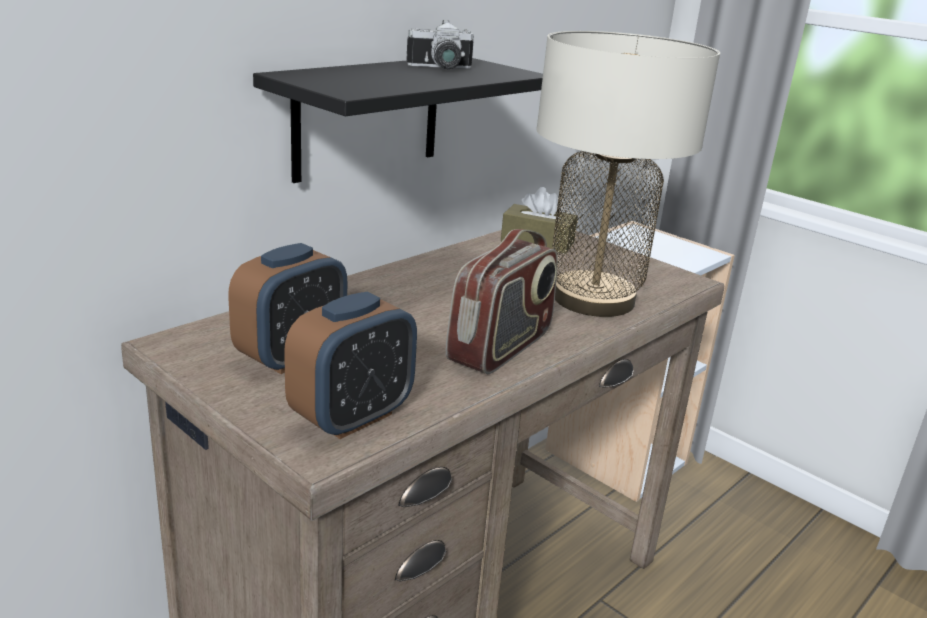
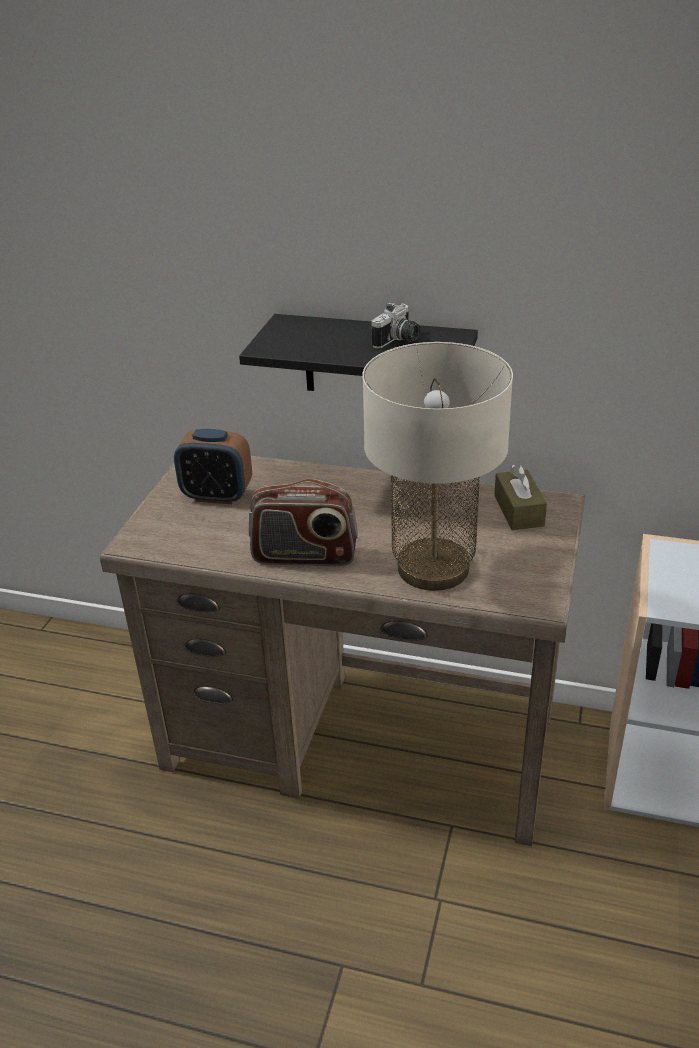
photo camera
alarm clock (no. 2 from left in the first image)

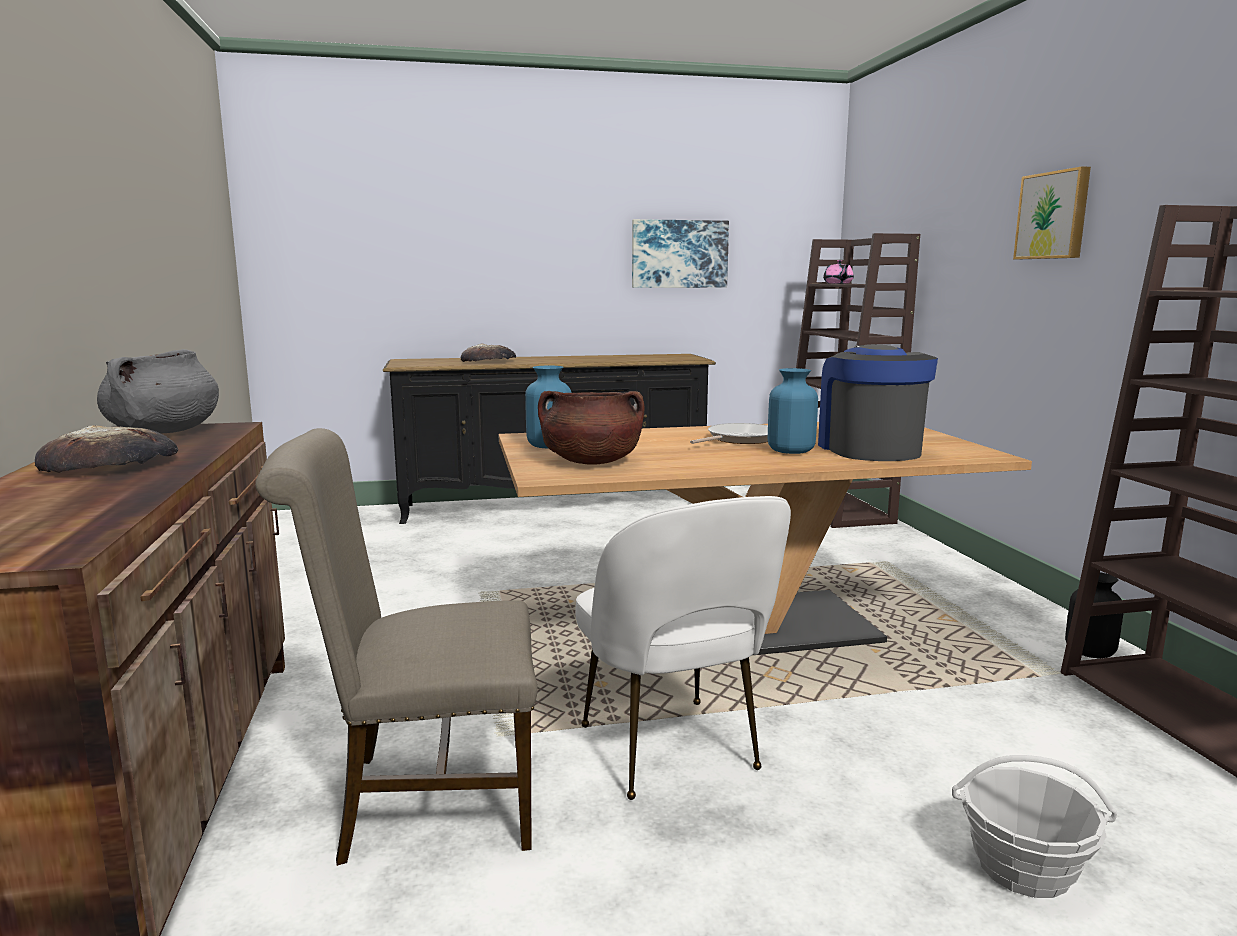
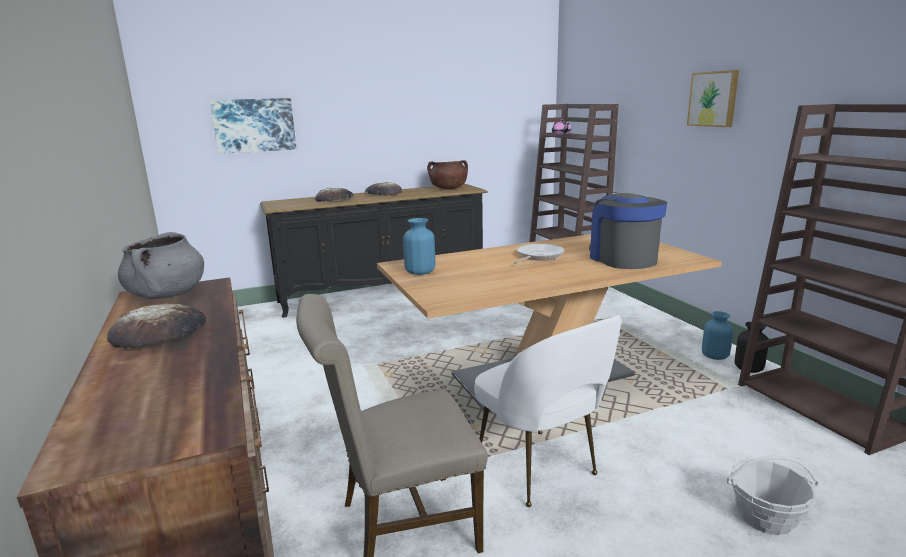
picture (no. 1 from left)
blue vase (no. 2 from left)
brown cooking pot
bread (no. 3 from left)

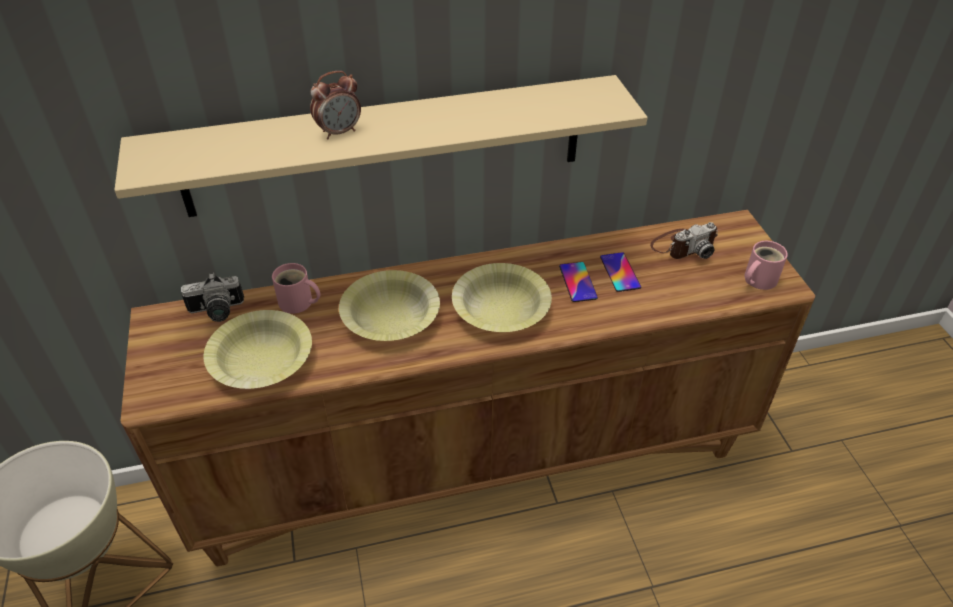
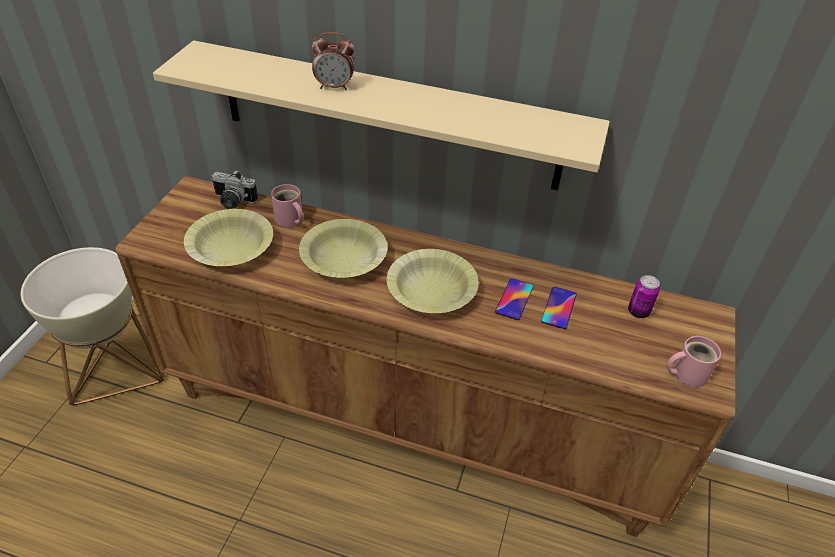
can

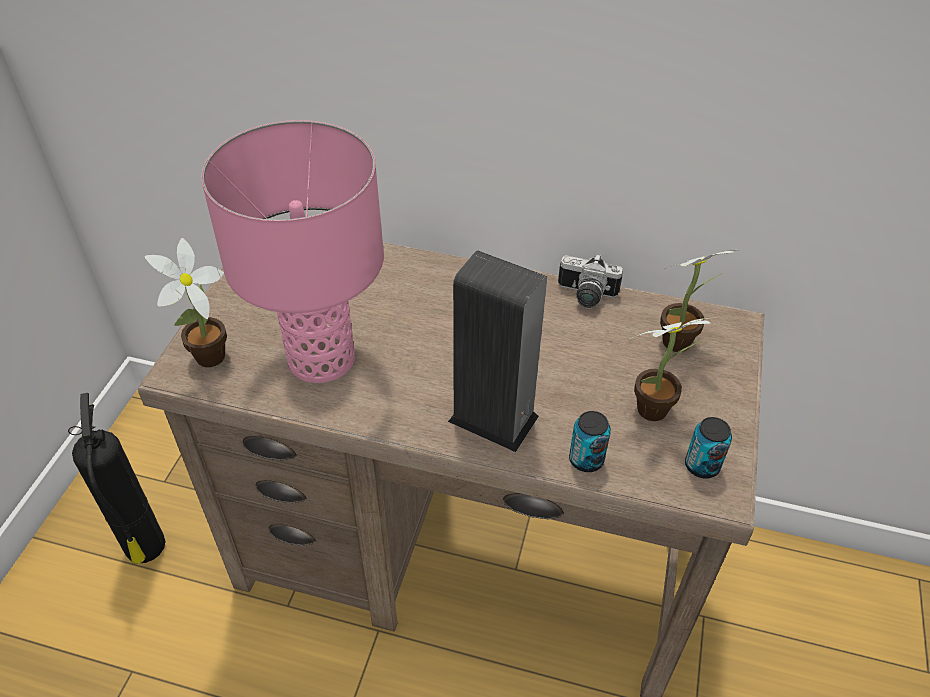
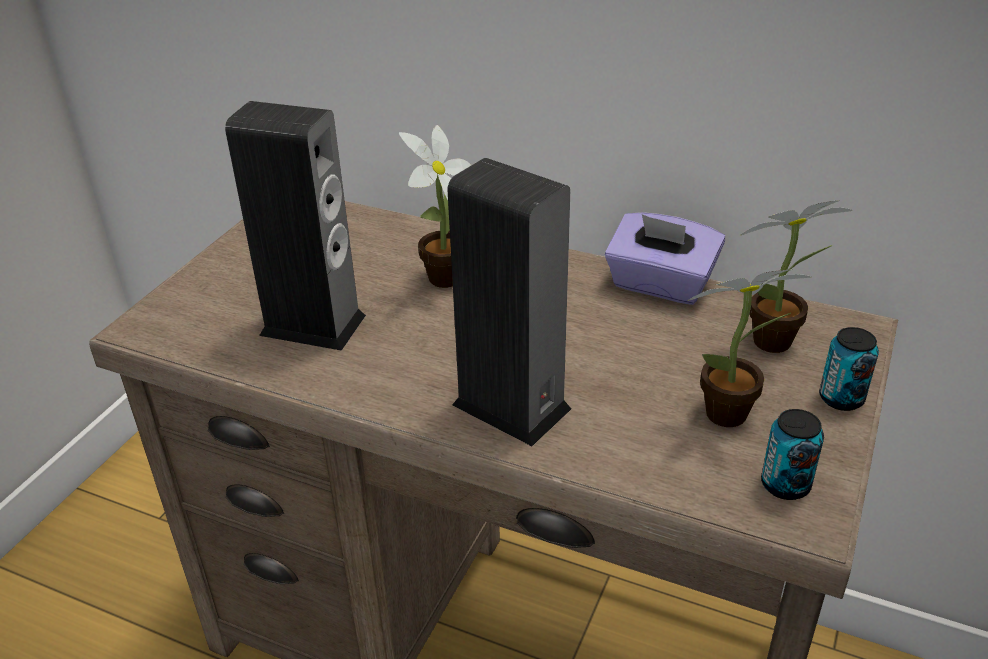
speaker (no. 1 from left)
potted plant (no. 1 from left)
purple tissue box
fire extinguisher
can (no. 2 from left)

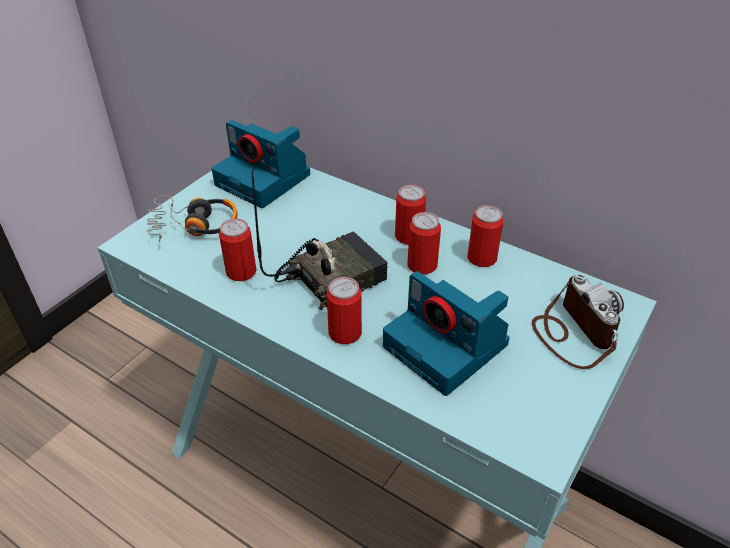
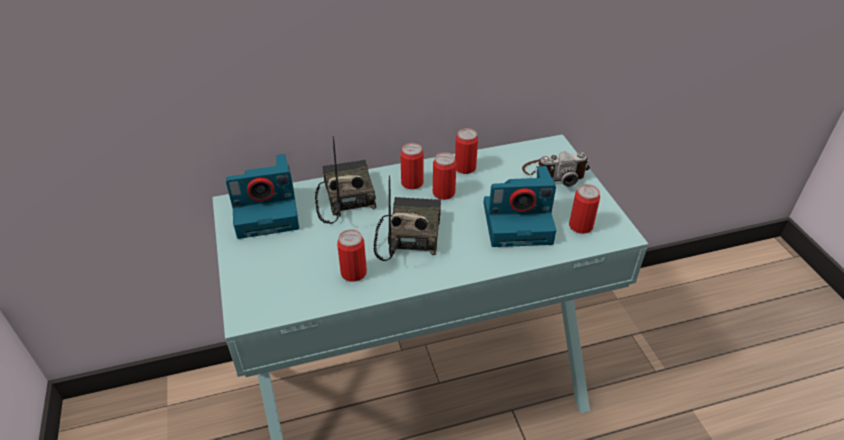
headphones
photo camera (no. 3 from left)
can (no. 5 from left)
radio (no. 1 from left)

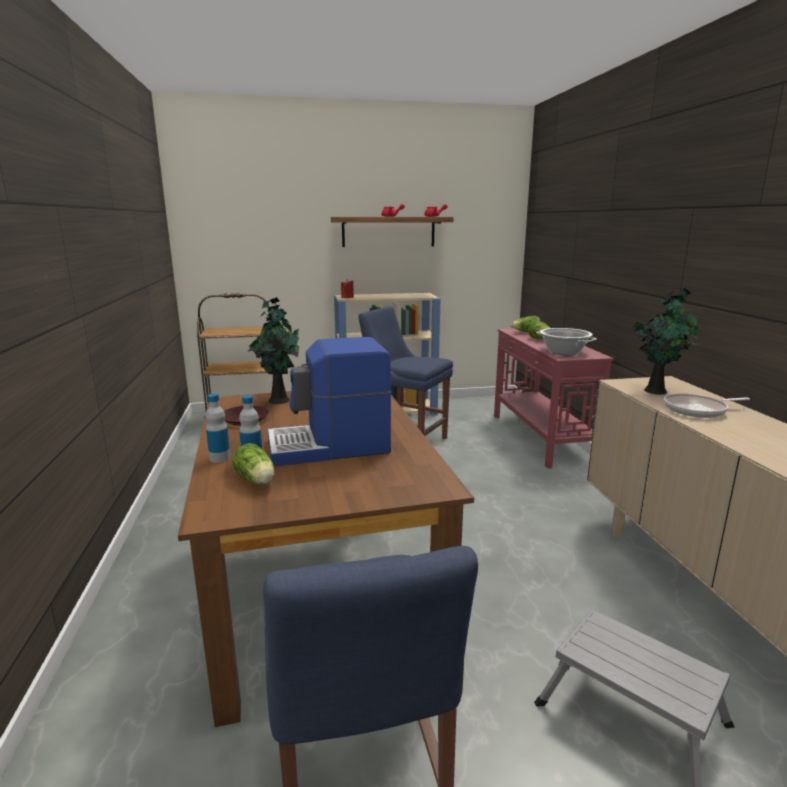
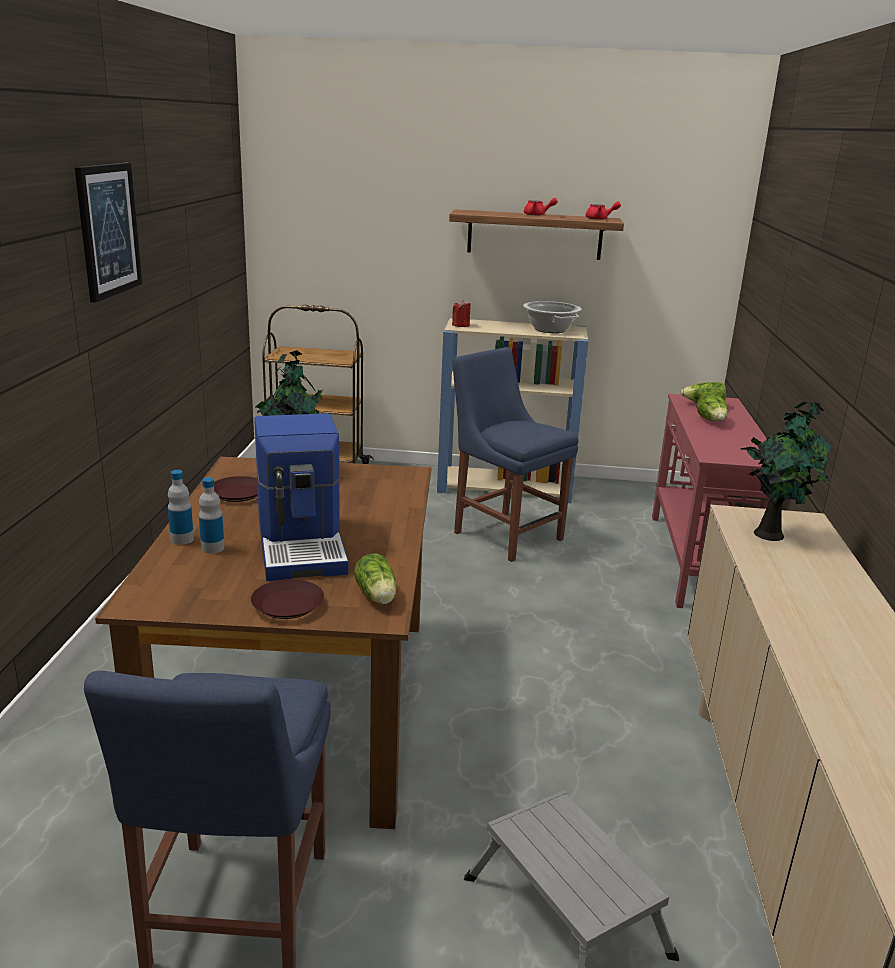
cooking pot
coffee machine
frying pan
lettuce (no. 1 from left)
picture
brown plate (no. 2 from left)

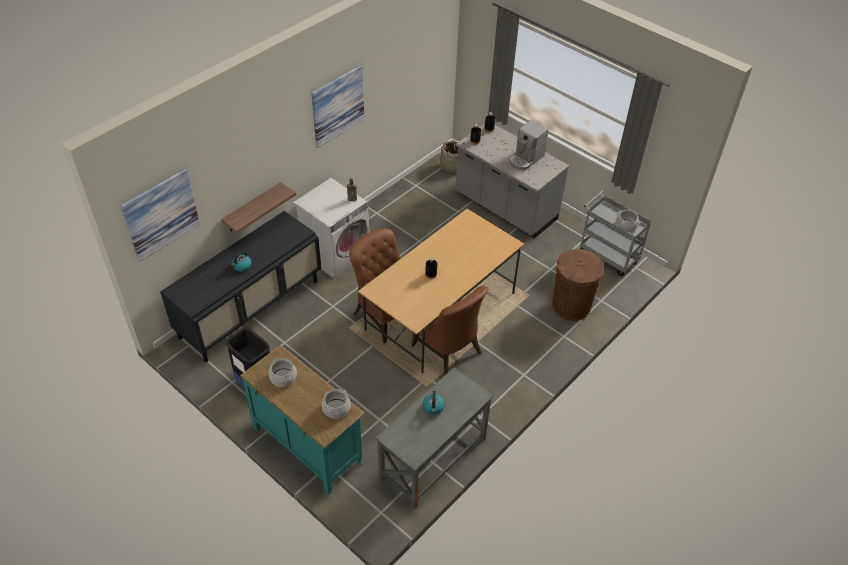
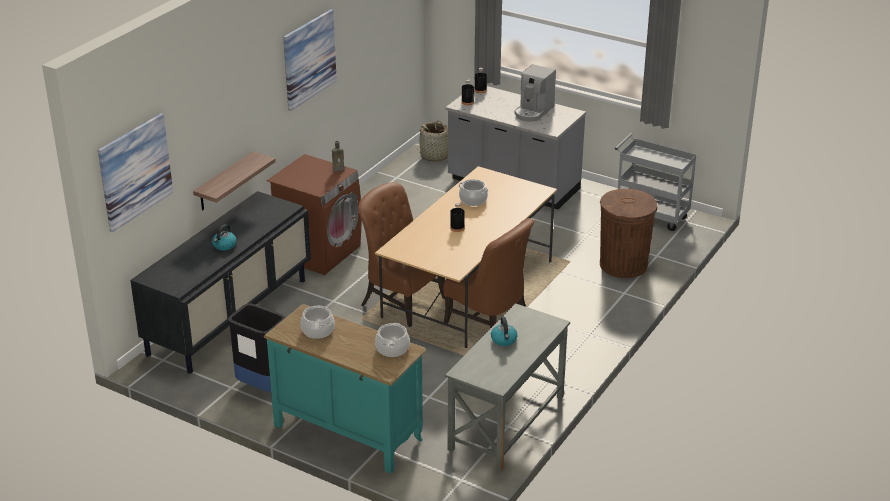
brown washing machine
cooking pot (no. 3 from left)

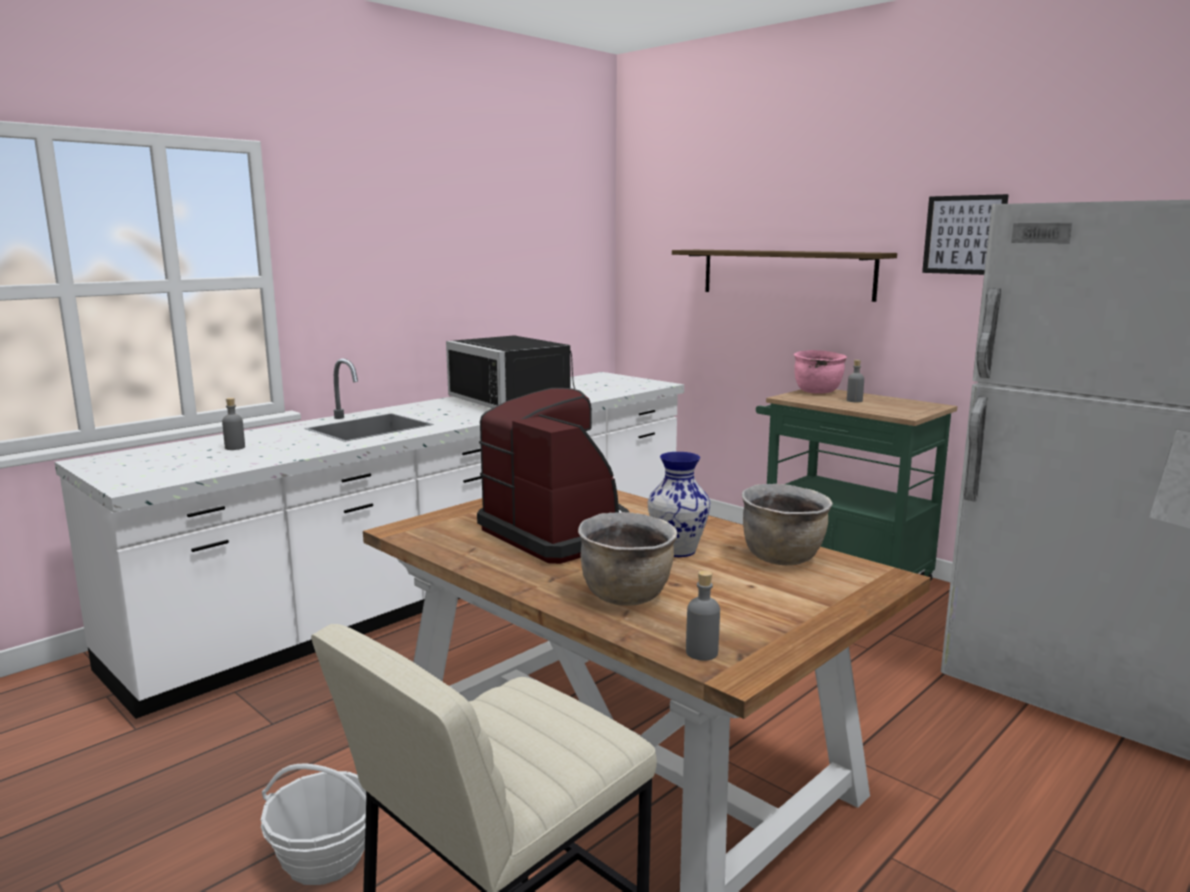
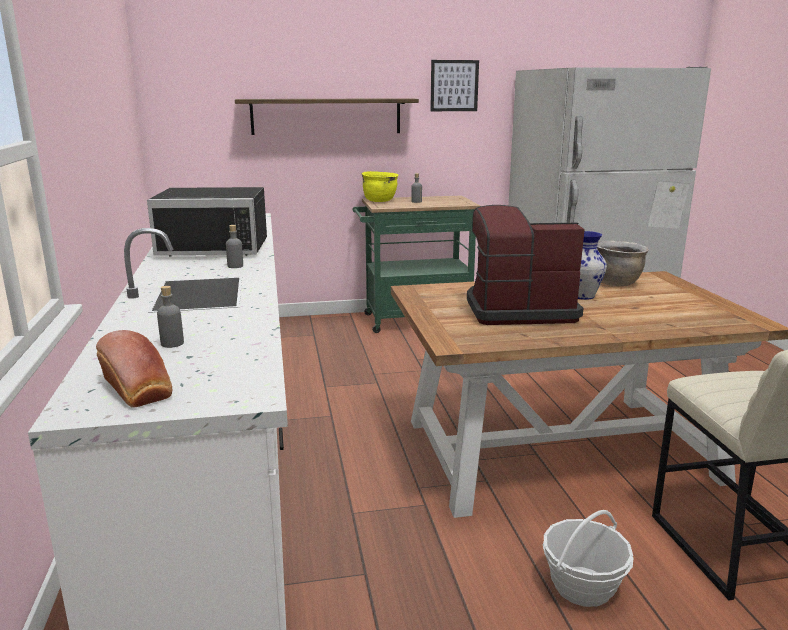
yellow cooking pot
brown cooking pot (no. 1 from left in the first image)
grey bottle (no. 2 from left)
bread

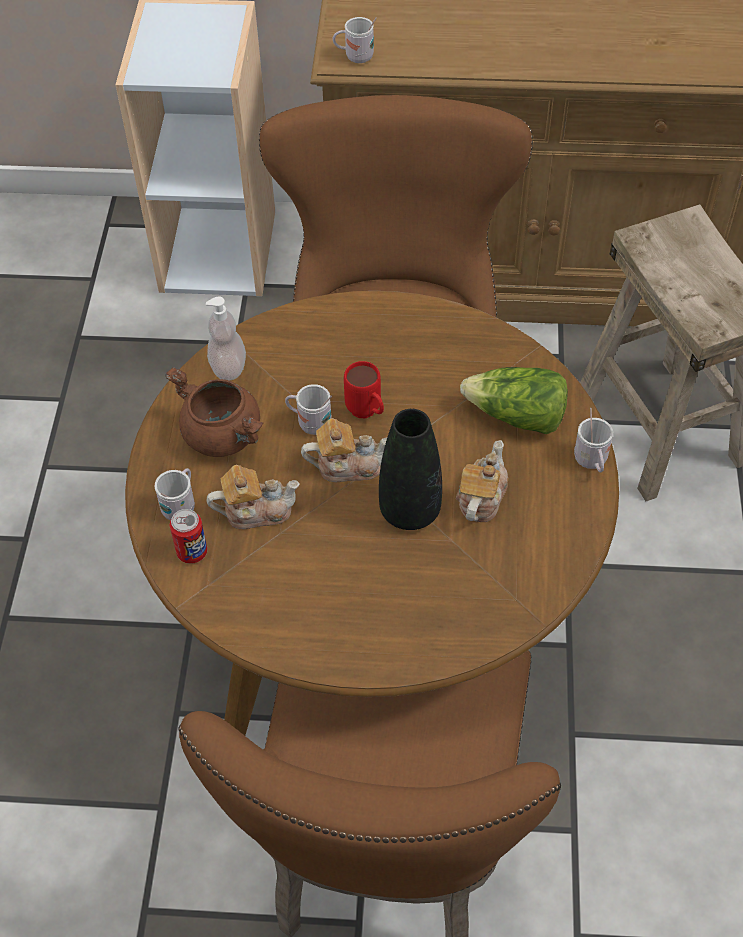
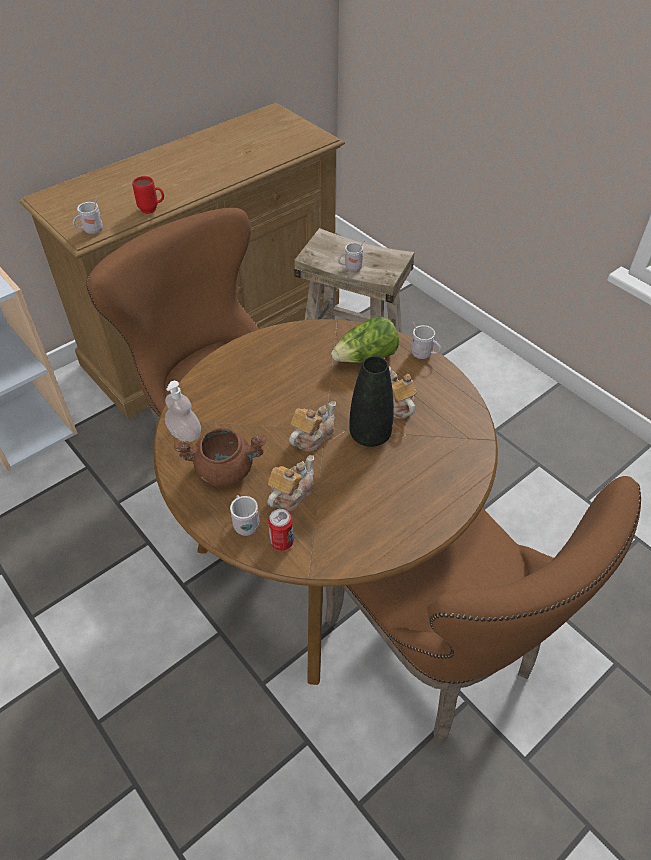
red mug
white mug (no. 3 from left)

